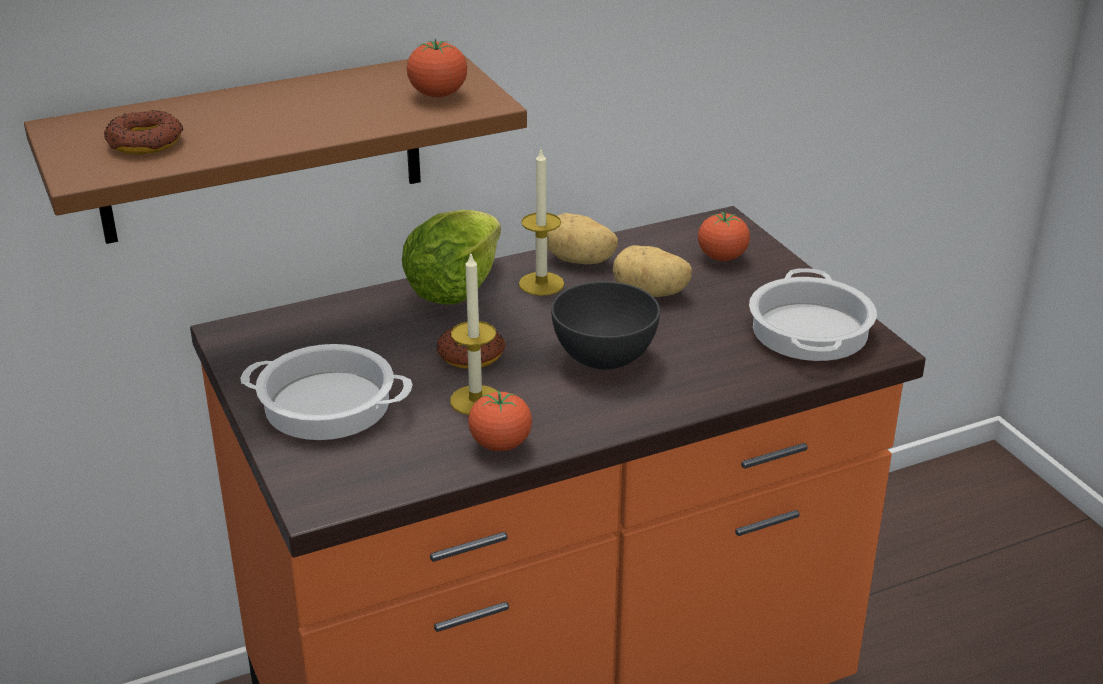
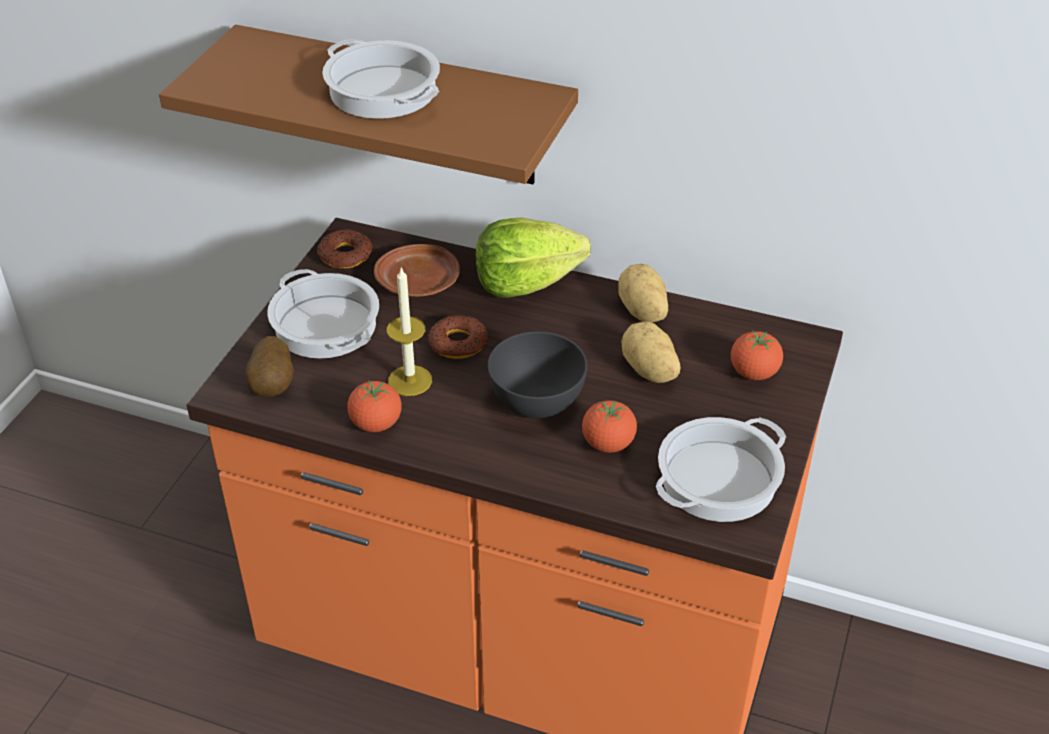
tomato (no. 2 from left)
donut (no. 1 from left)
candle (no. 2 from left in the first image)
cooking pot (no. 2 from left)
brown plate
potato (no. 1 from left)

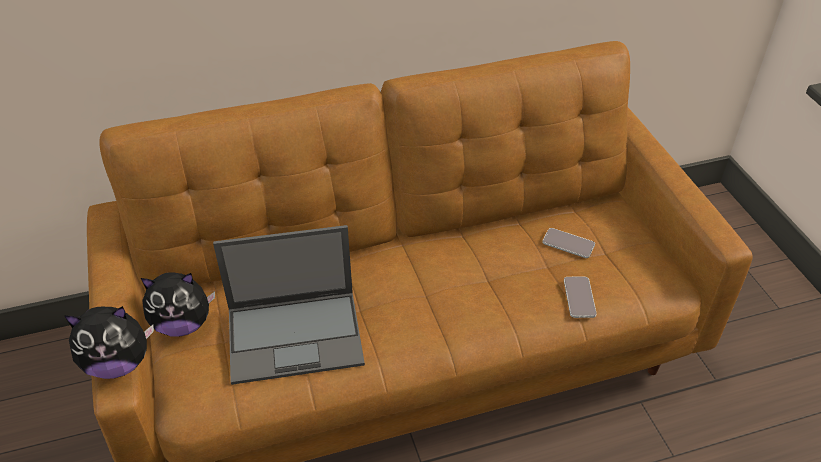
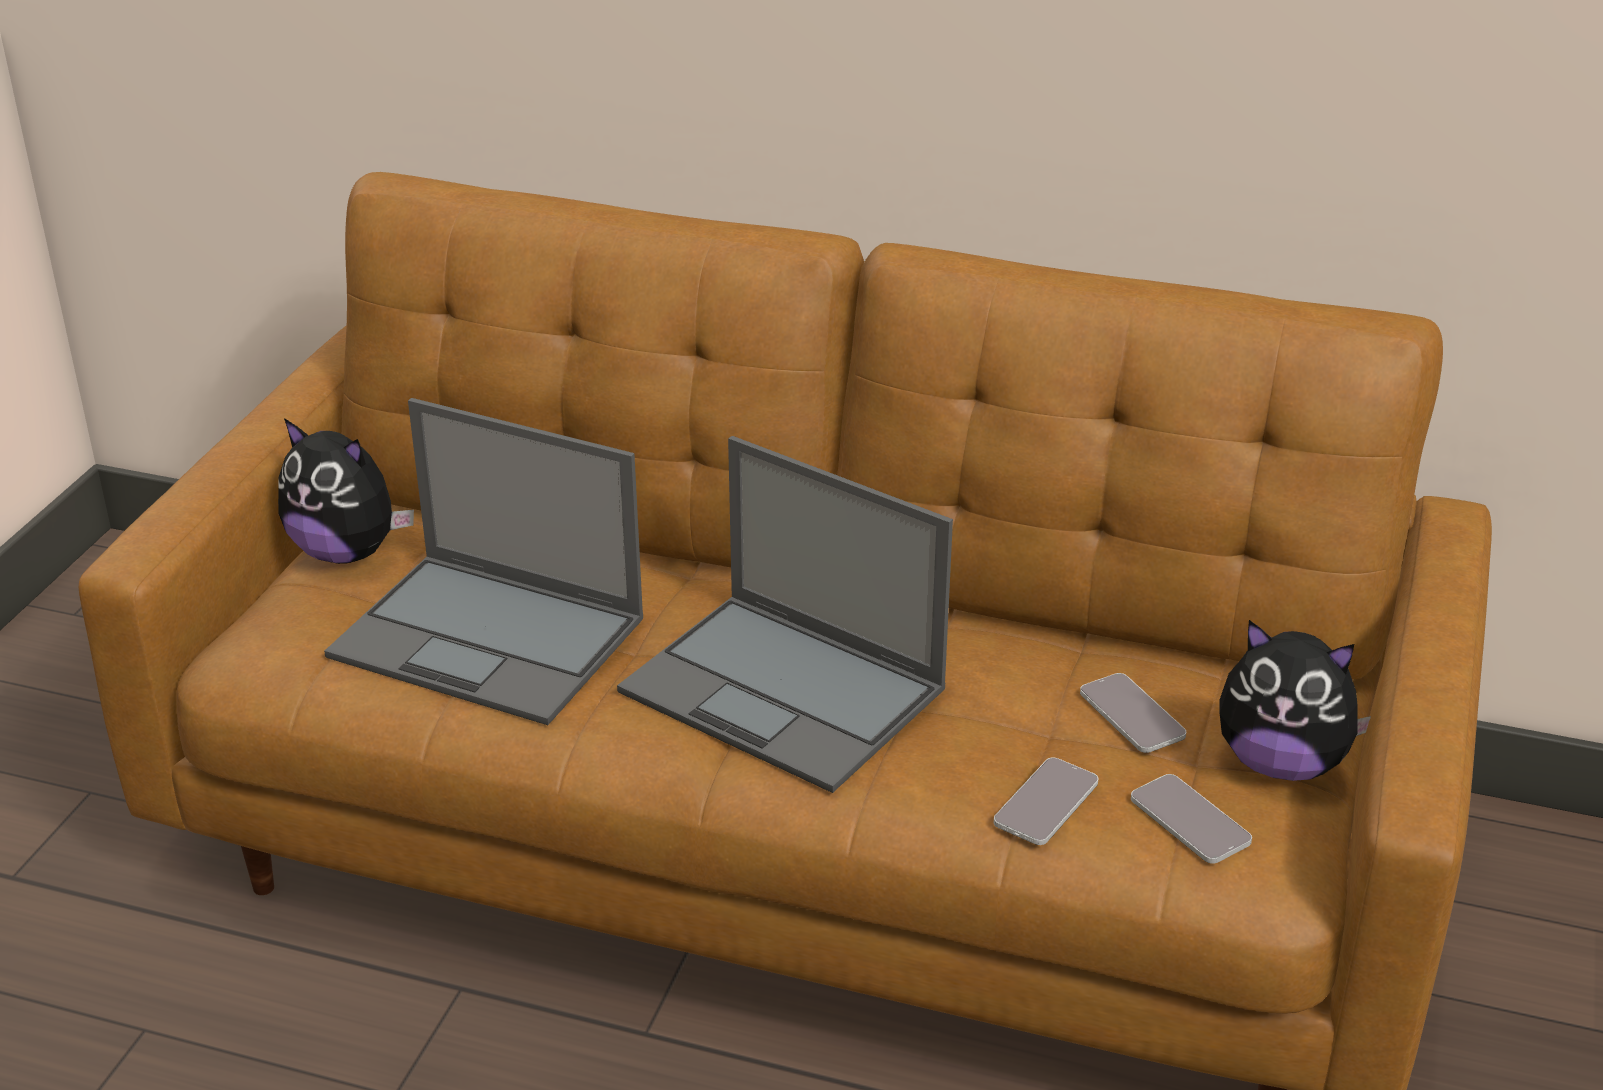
plush toy (no. 2 from left)
laptop (no. 2 from left)
phone (no. 3 from left)

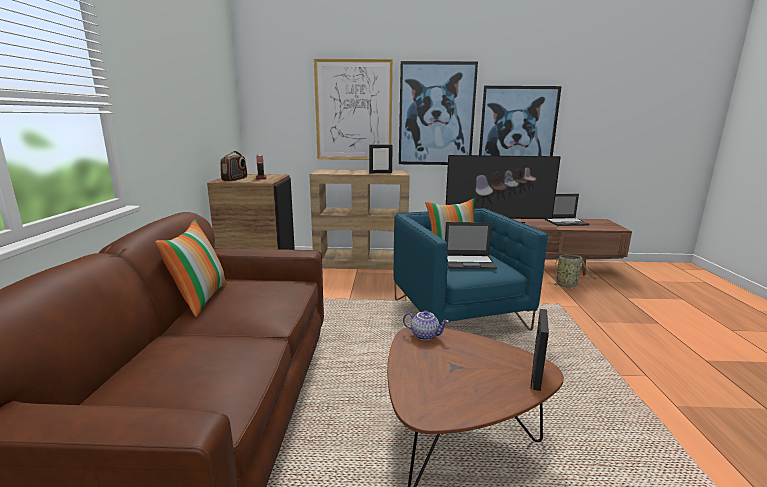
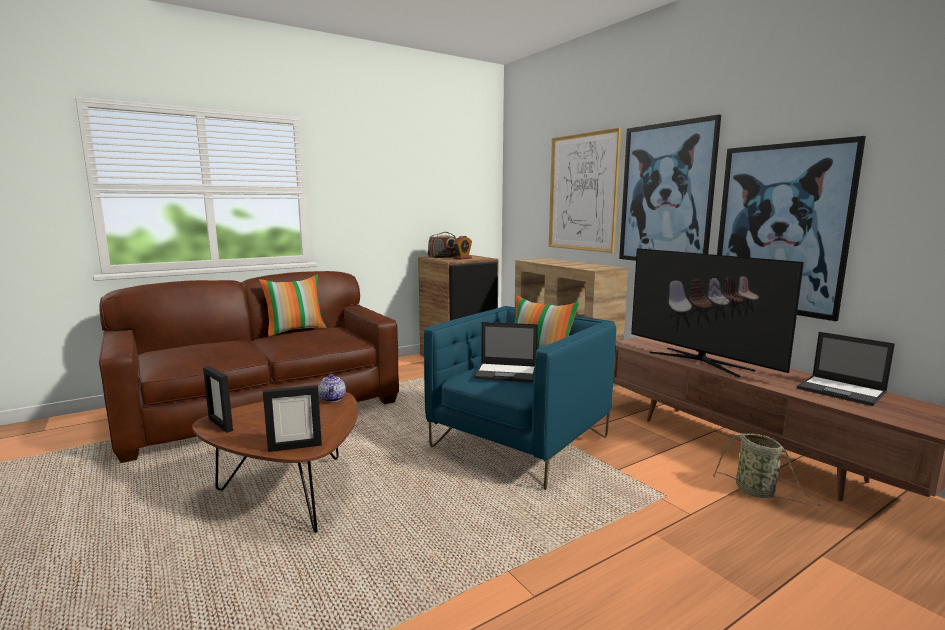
picture frame (no. 1 from left)
laptop (no. 1 from left)

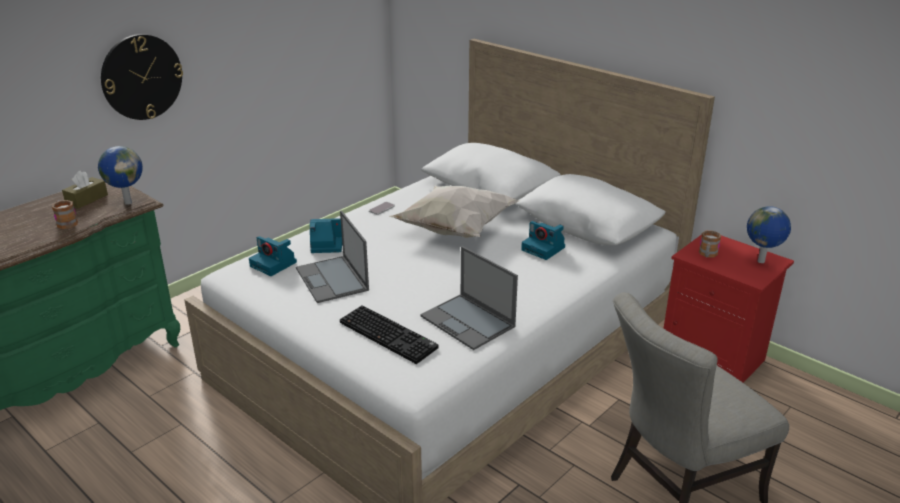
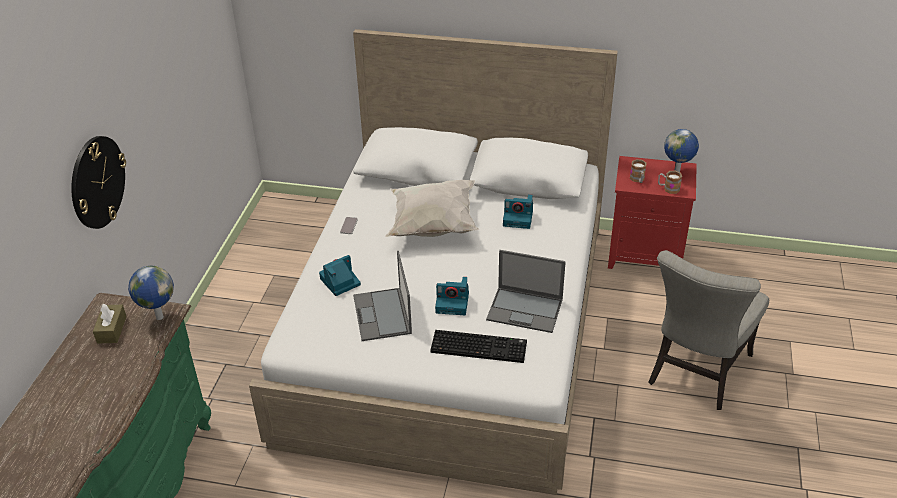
mug (no. 2 from left)
laptop (no. 1 from left)
photo camera (no. 2 from left)

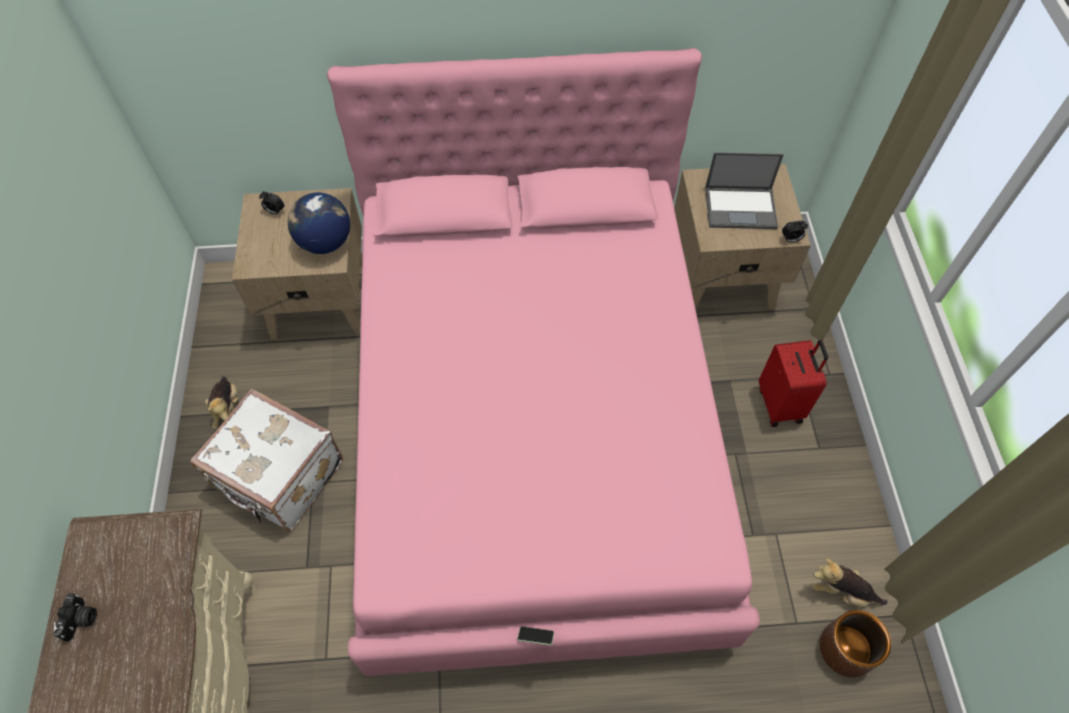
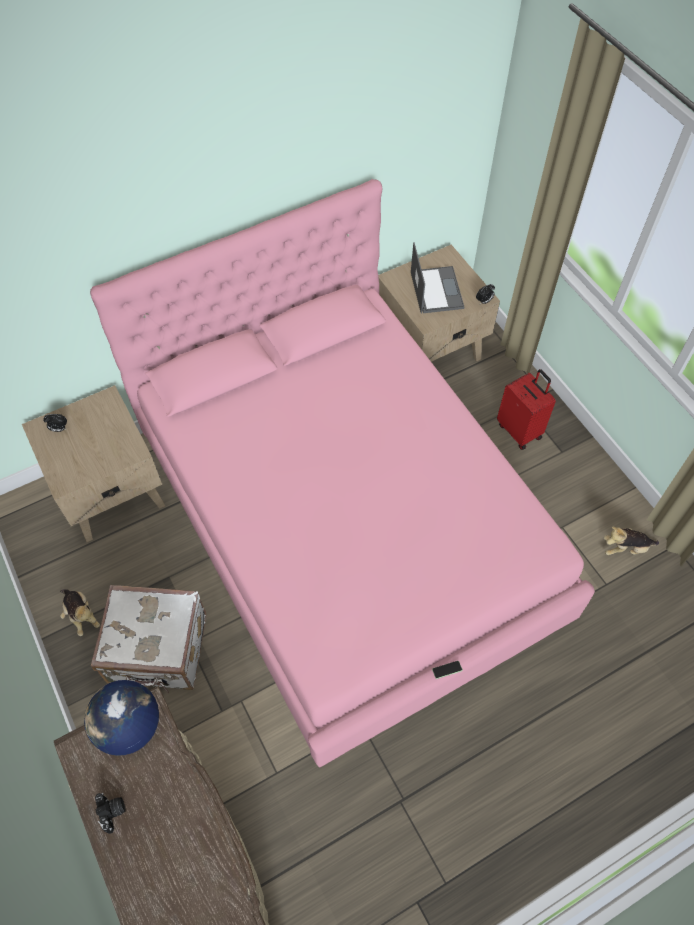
laptop
globe
brown planter

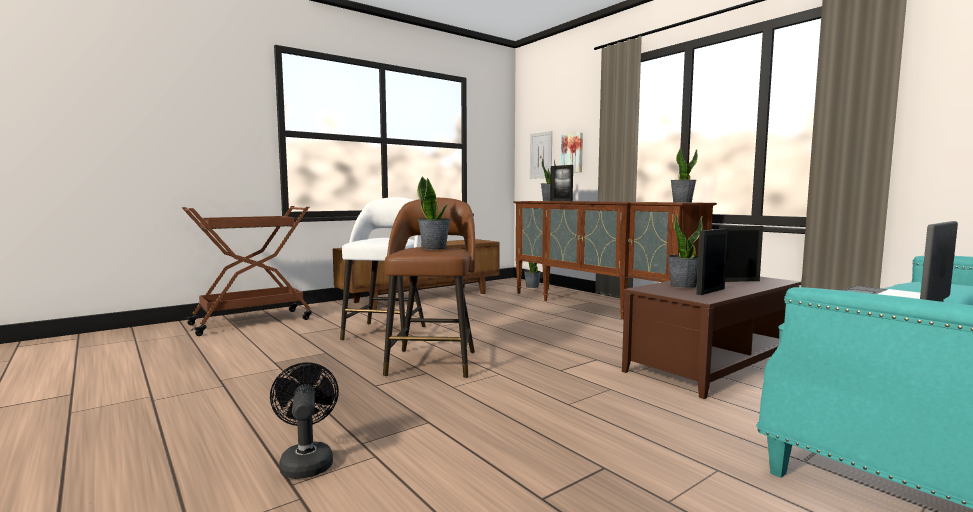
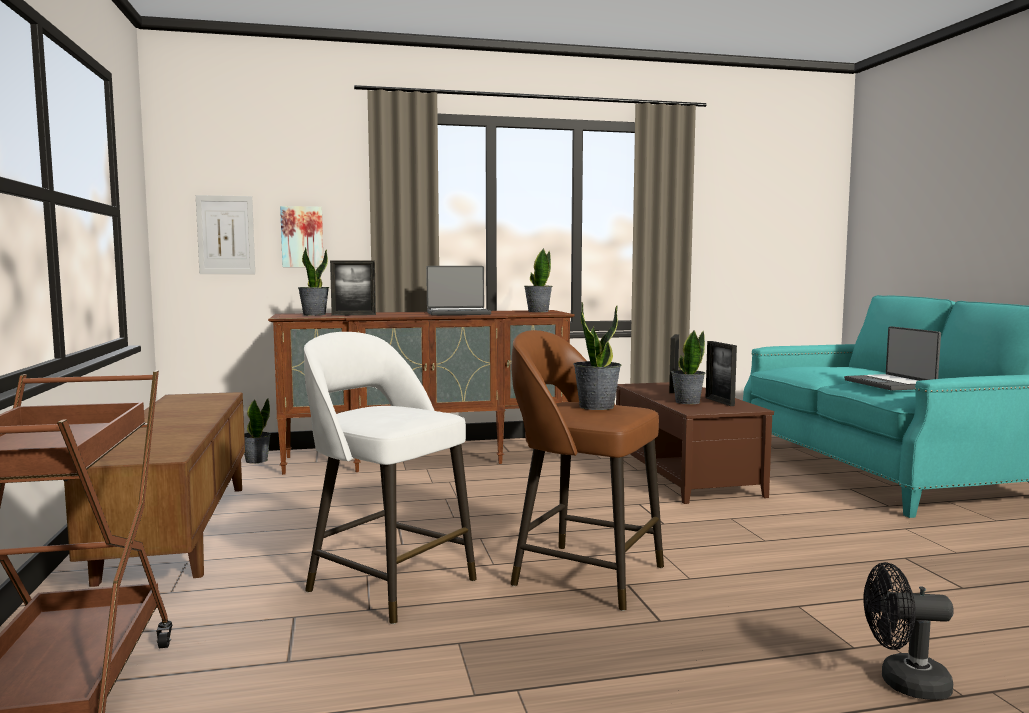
laptop (no. 1 from left)

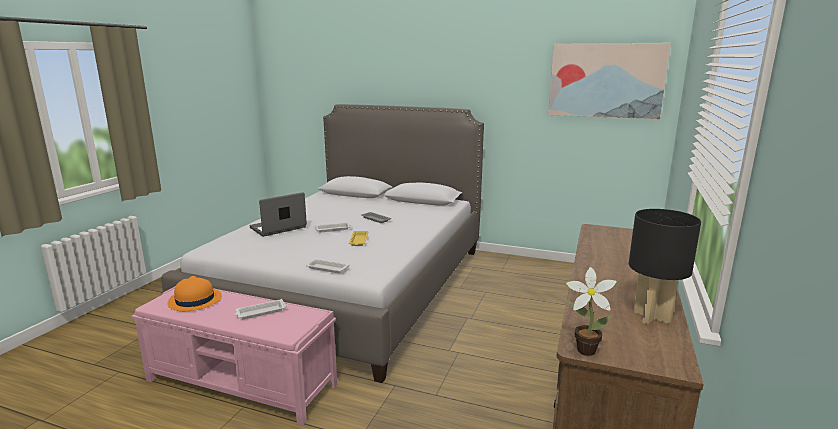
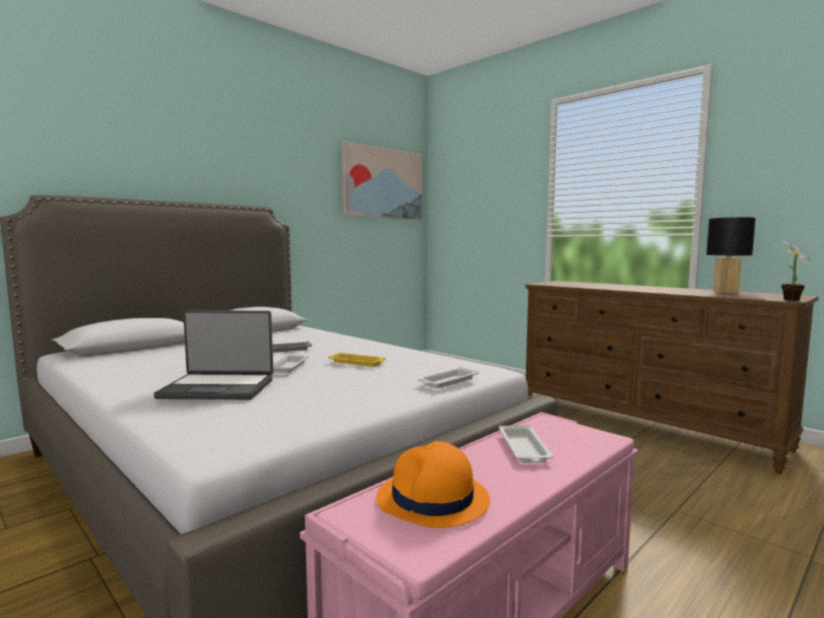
laptop

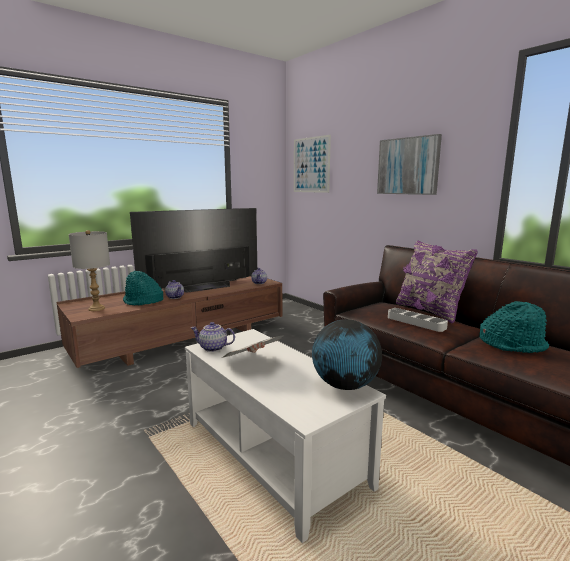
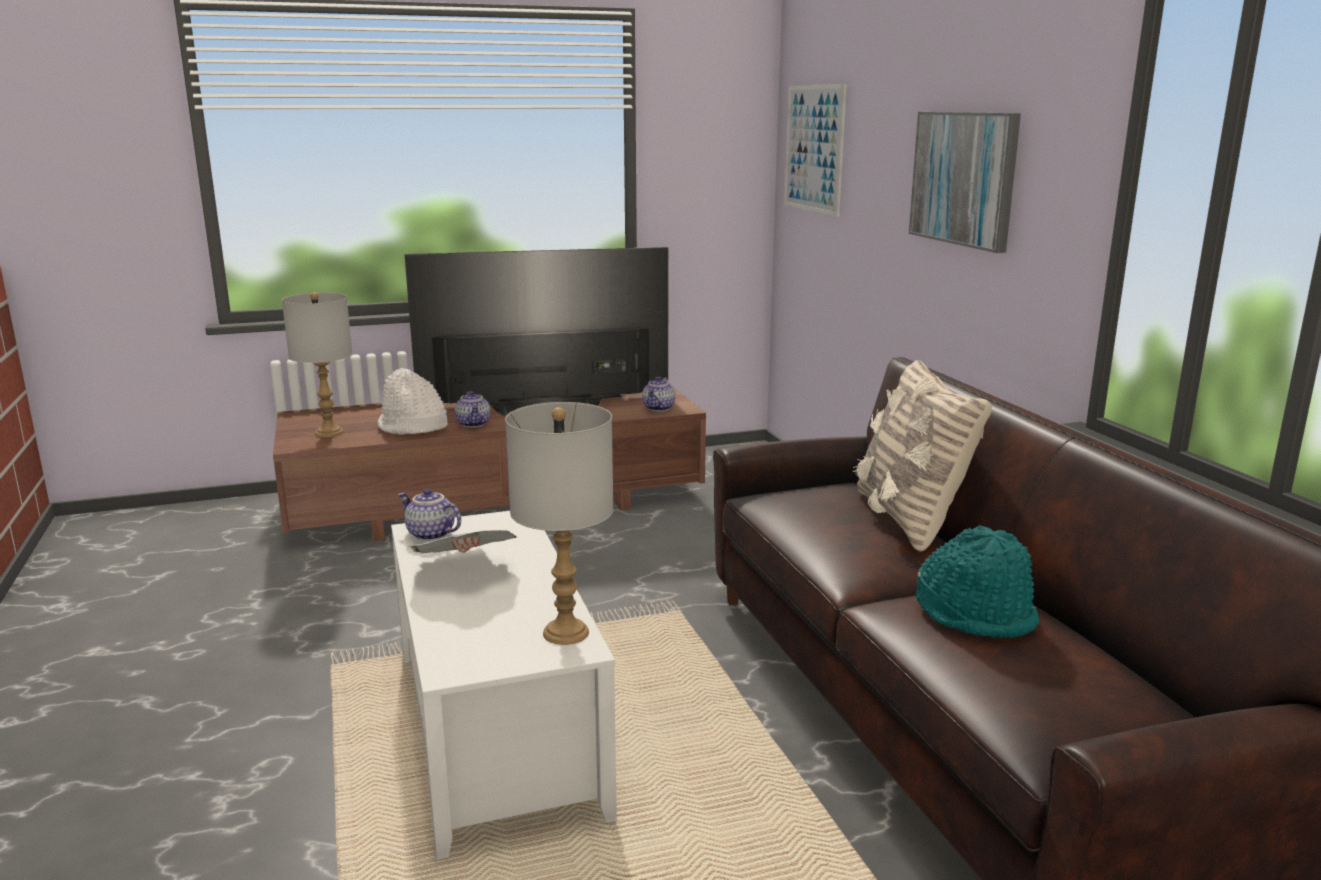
beige pillow
white hat
grey tray
grey table lamp (no. 2 from left)

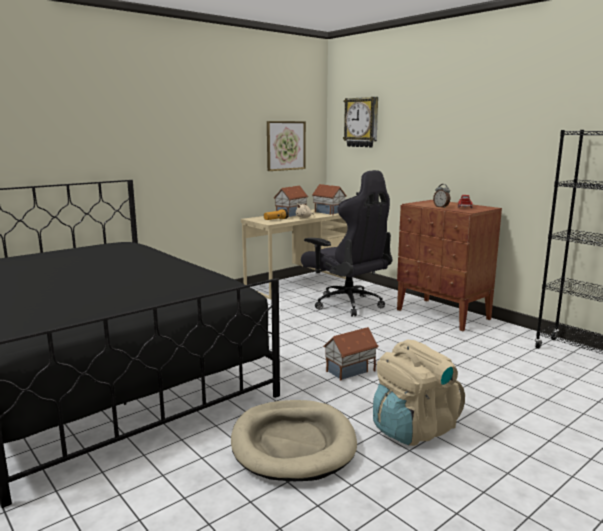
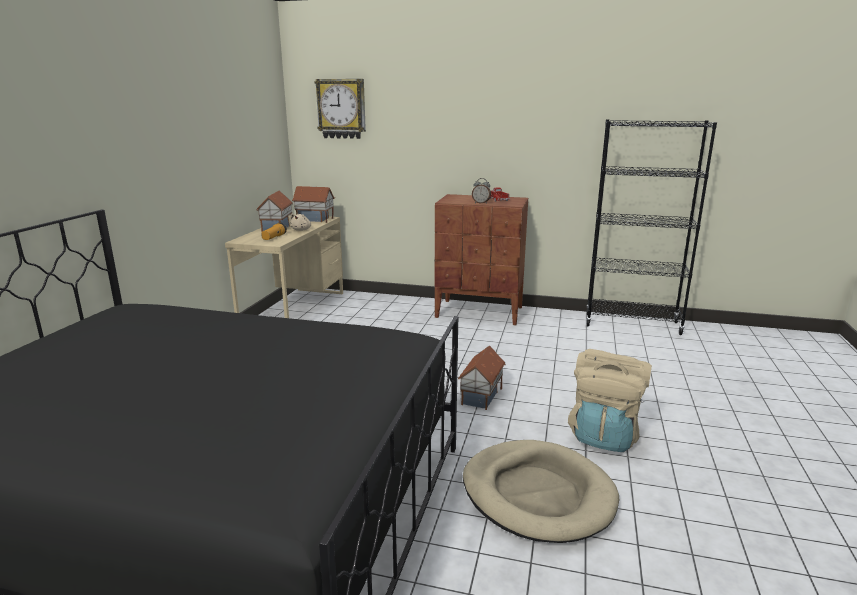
picture
black office chair

